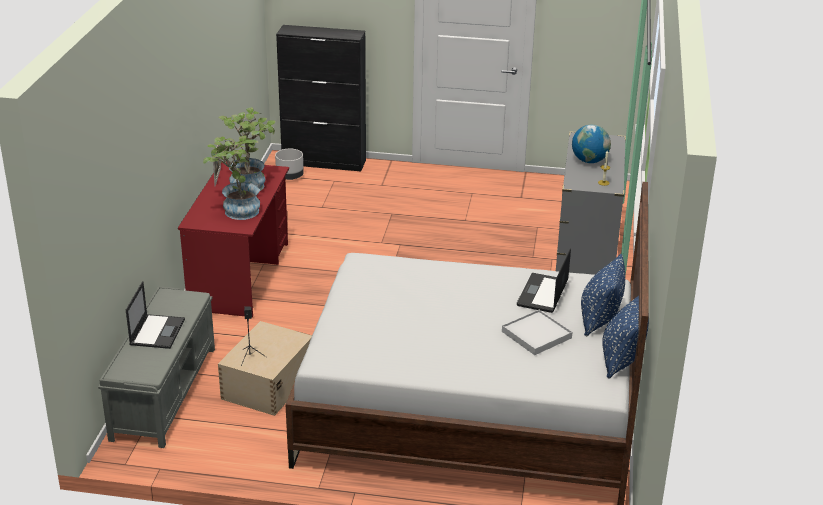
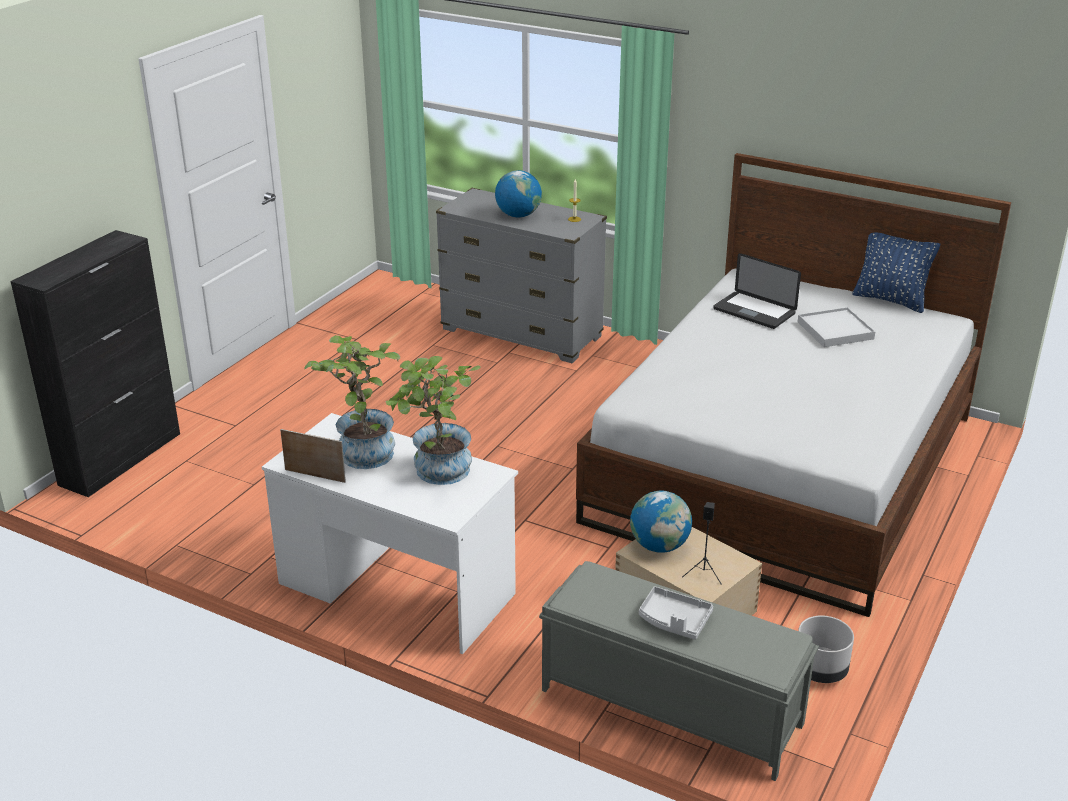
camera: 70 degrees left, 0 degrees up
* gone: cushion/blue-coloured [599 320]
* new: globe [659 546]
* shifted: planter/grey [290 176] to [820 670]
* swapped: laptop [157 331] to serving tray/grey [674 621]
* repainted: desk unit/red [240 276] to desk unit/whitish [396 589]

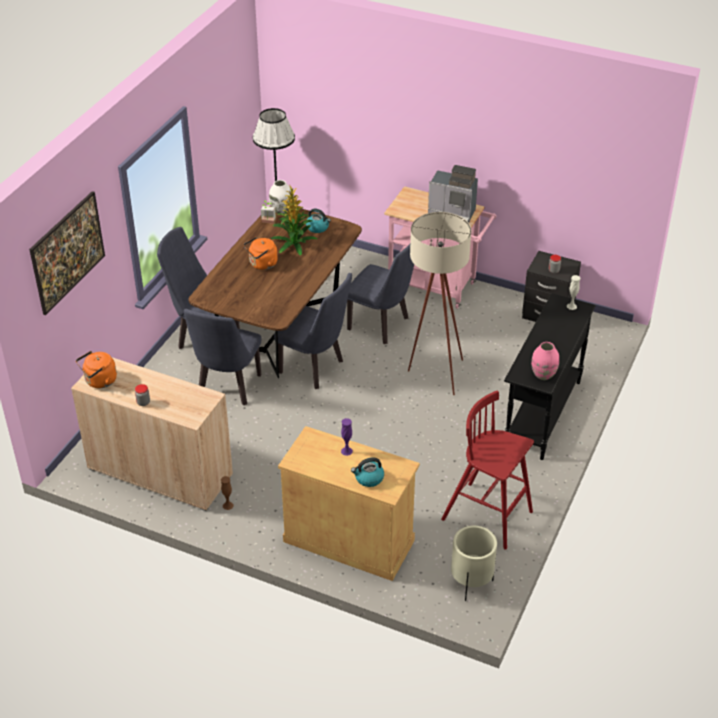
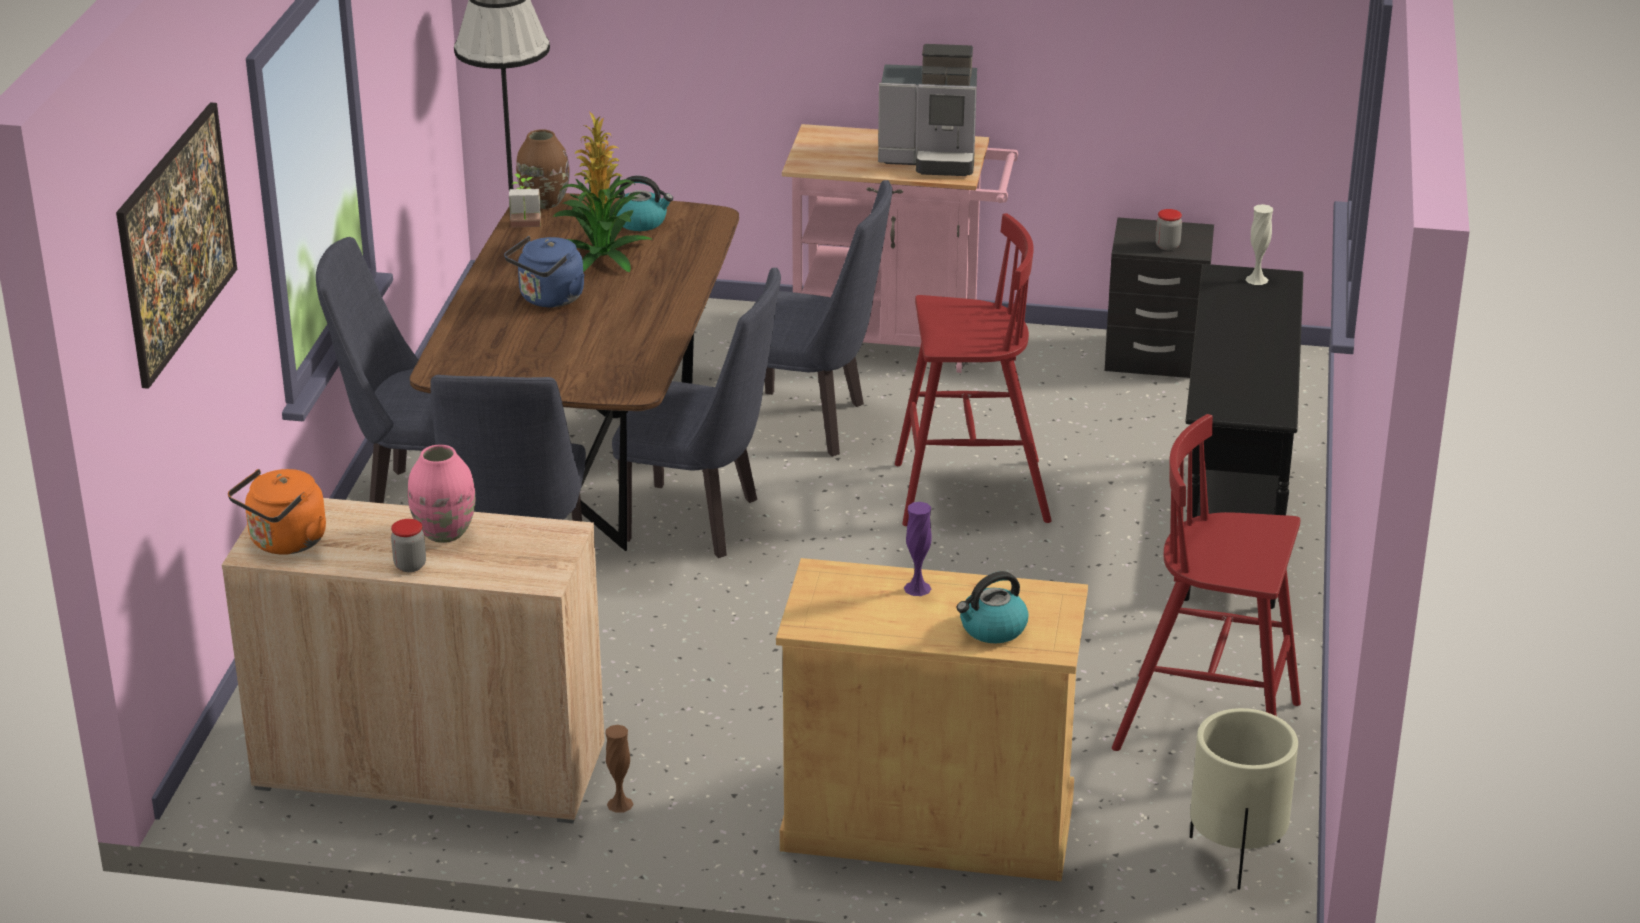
camera: 15 degrees left, 10 degrees down
* shifted: decorative vase/pinkish [543 375] to [445 533]
* swapped: floor lamp/sand-coloured [434 374] to sitting stool/red [967 493]
* repainted: tea kettle/orange-coloured [262 264] to tea kettle/blue-coloured [549 299]
* repainted: decorative vase/whitish [281 210] to decorative vase/brown [544 202]

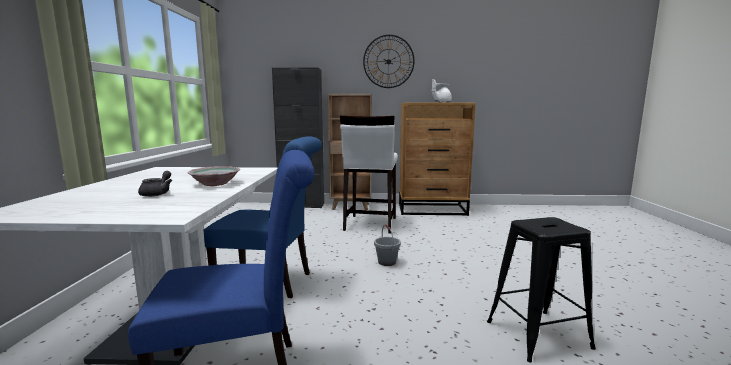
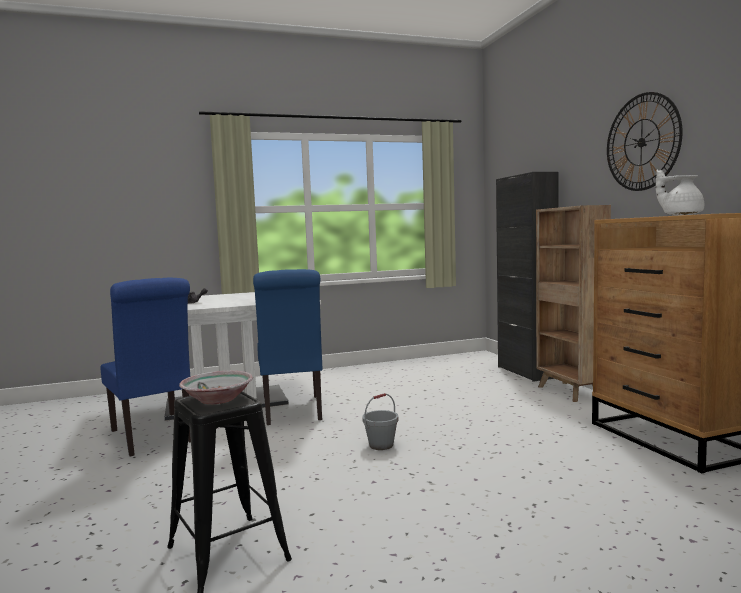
camera: 70 degrees right, 5 degrees down
* gone: sitting stool/whitish [370 224]
* shifted: serving bowl [215 183] to [218 399]

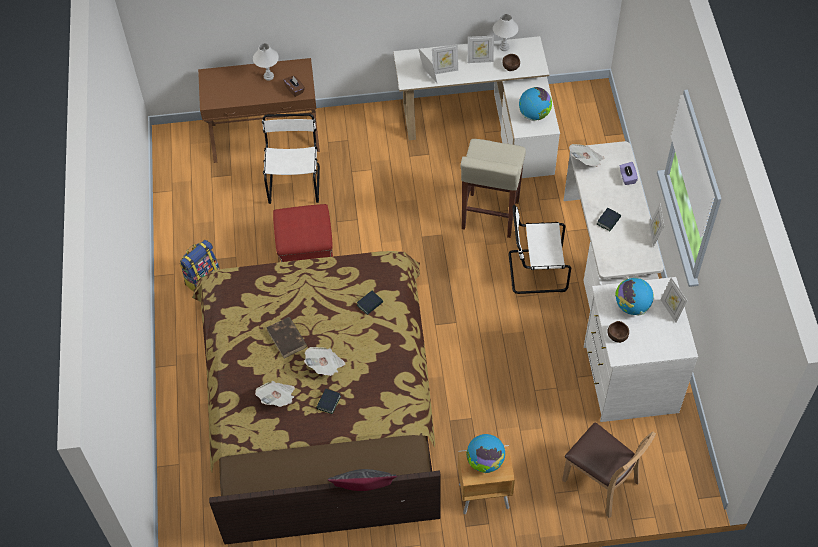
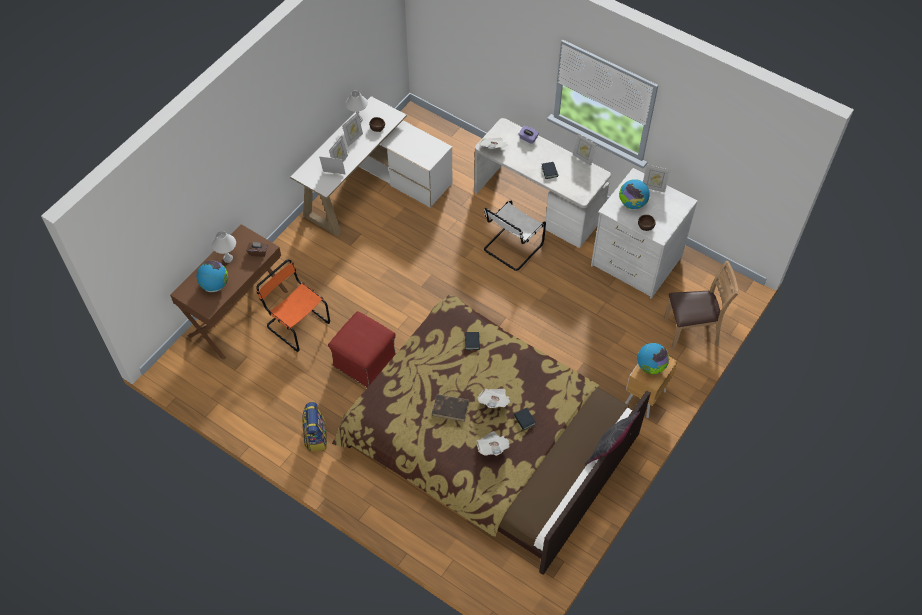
camera: 50 degrees left, 0 degrees up
* gone: sitting stool/sand-coloured [490 216]
* shifted: globe [534 114] to [215 285]
* repainted: upright chair/whitish [294 182] to upright chair/orange-coloured [296 324]

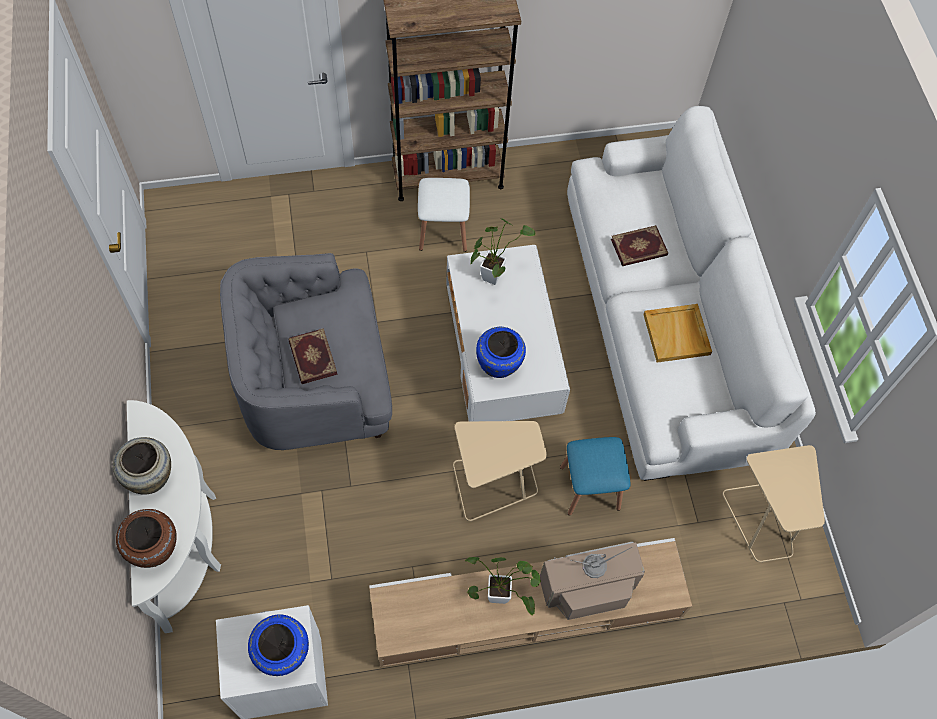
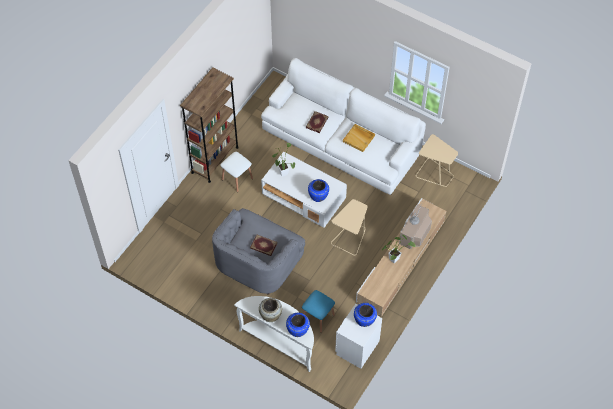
camera: 45 degrees left, 5 degrees down
* shifted: sitting stool/blue-coloured [590 487] to [318 317]
* repainted: decorative vase/brown [155 549] to decorative vase/blue-coloured [298 330]

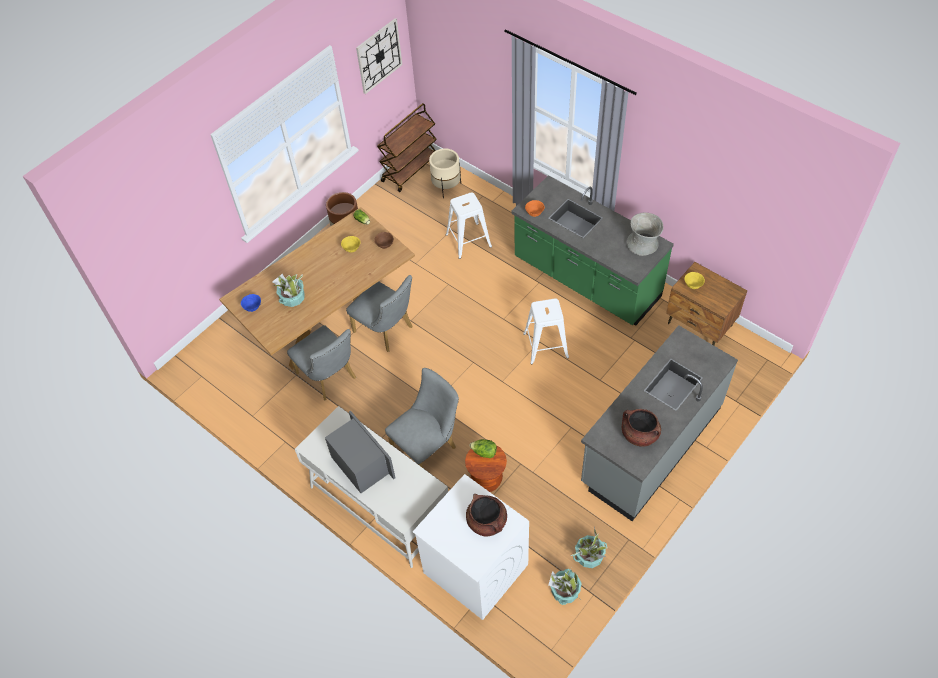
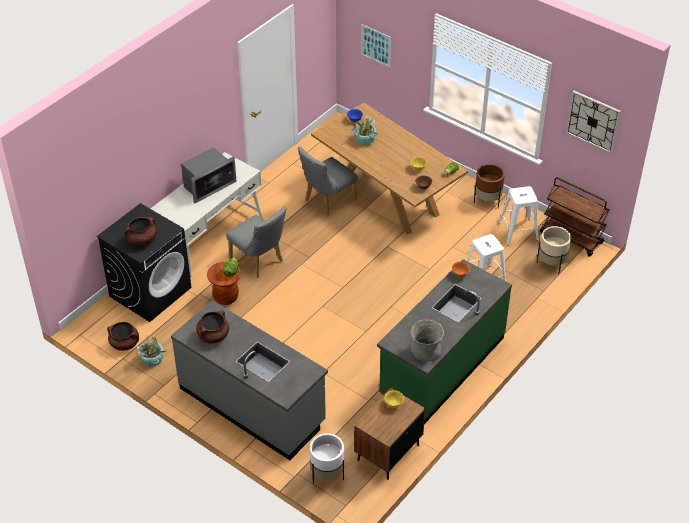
camera: 85 degrees right, 10 degrees down
* gone: upright chair/grey [387 331]
* new: planter/whitish [327 474]
* new: wall picture [375 45]
* shifted: sitting stool/whitish [545 345] to [518 231]
* swapped: plant in a pot [565 591] to cooking pot/brown [125 344]
* repainted: washing machine/whitish [475 568] to washing machine/black [150 291]

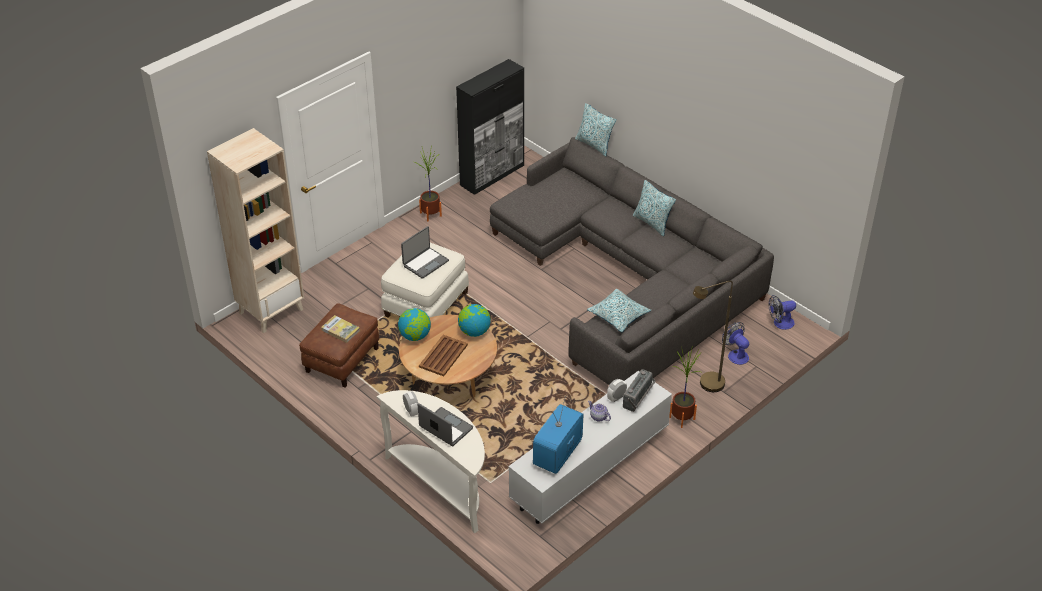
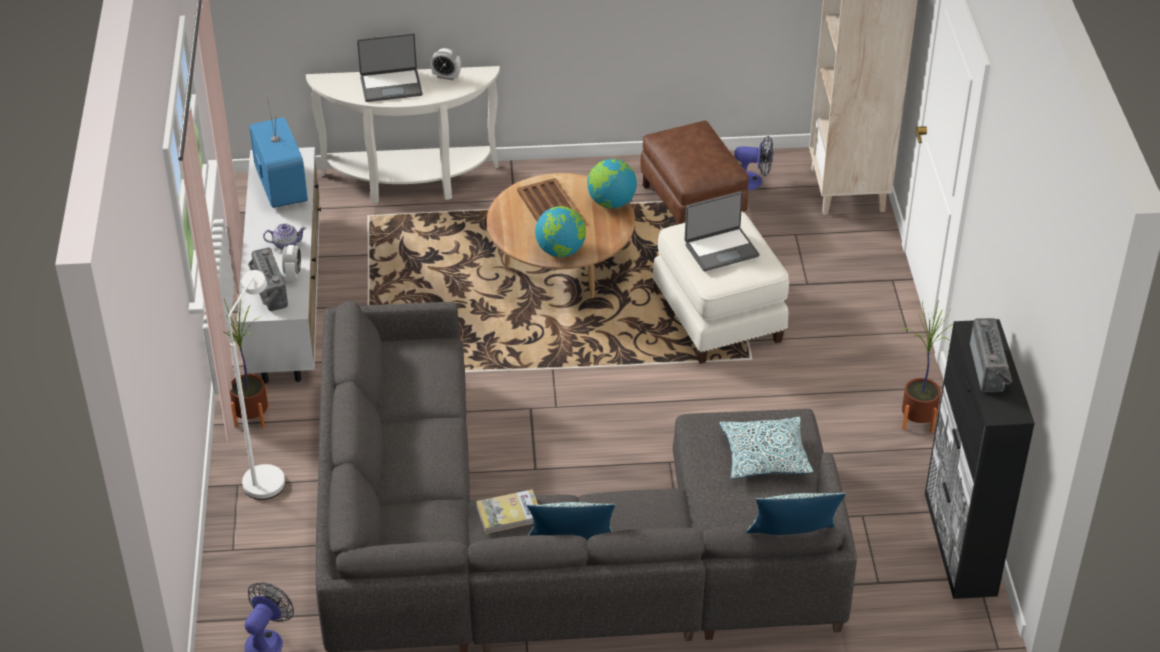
camera: 130 degrees right, 0 degrees up
* new: radio [990 368]
* shifted: book [340 330] to [509 514]
* shifted: cushion [618 315] to [765 456]
* shifted: electric fan [735 354] to [752 181]
* repainted: floor lamp/brown [706 386] to floor lamp/whitish [267 475]
* rotated: laptop [425 263] = [721 249] 105 degrees counterclockwise

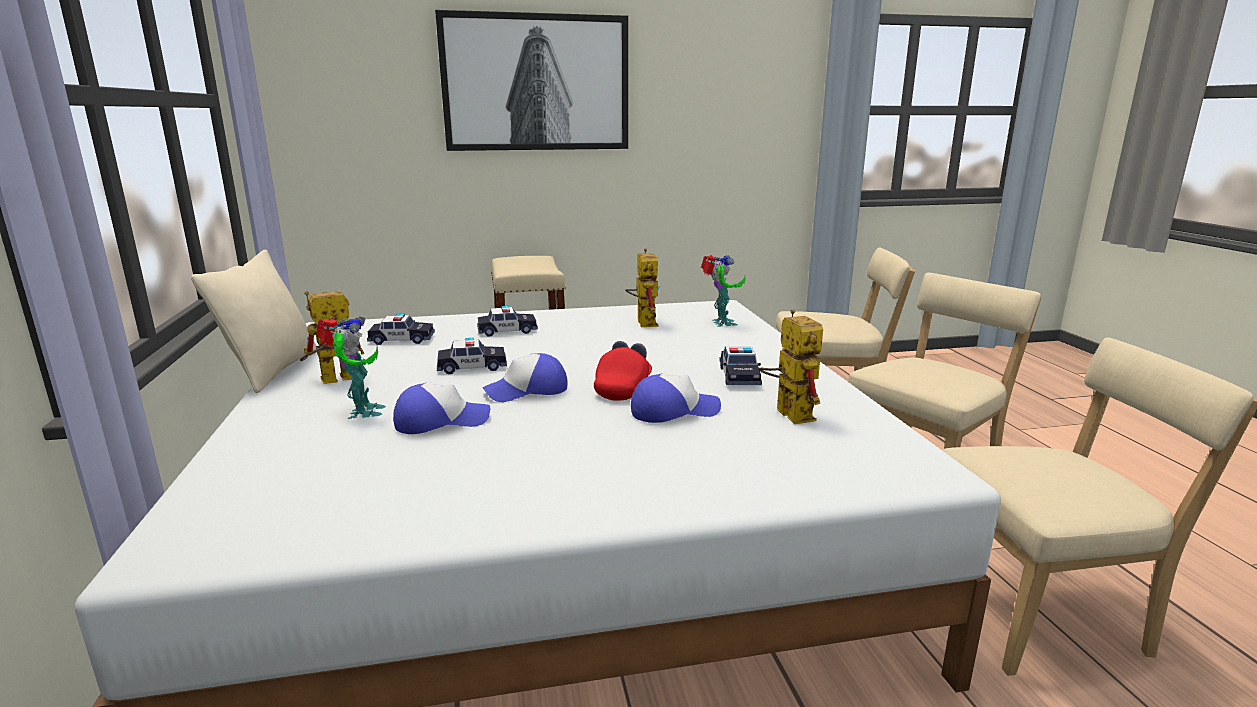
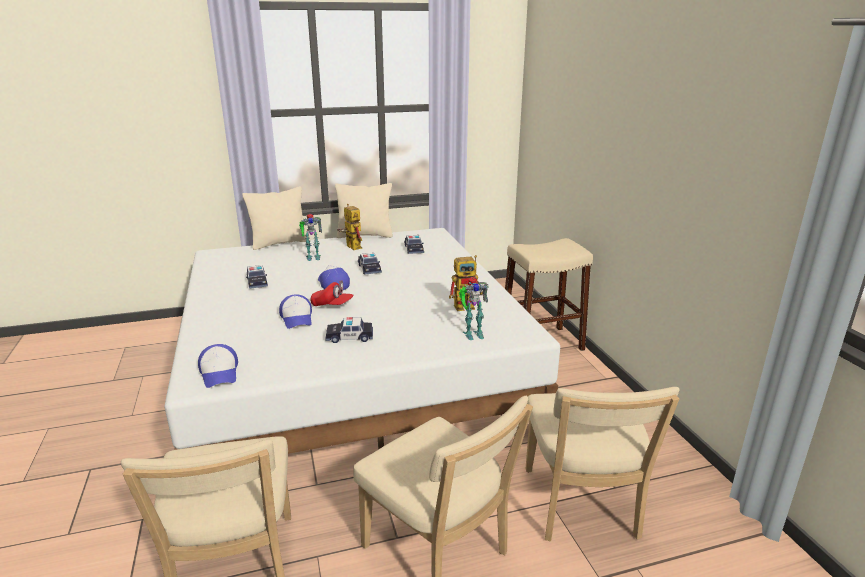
camera: 85 degrees right, 5 degrees up
* gone: wall picture [536 83]
* gone: robot figure [787 412]
* new: cushion/sand-coloured [280 243]
* shifted: cap [441 421] to [220 372]
* shifted: miniature car [507 331] to [257 282]

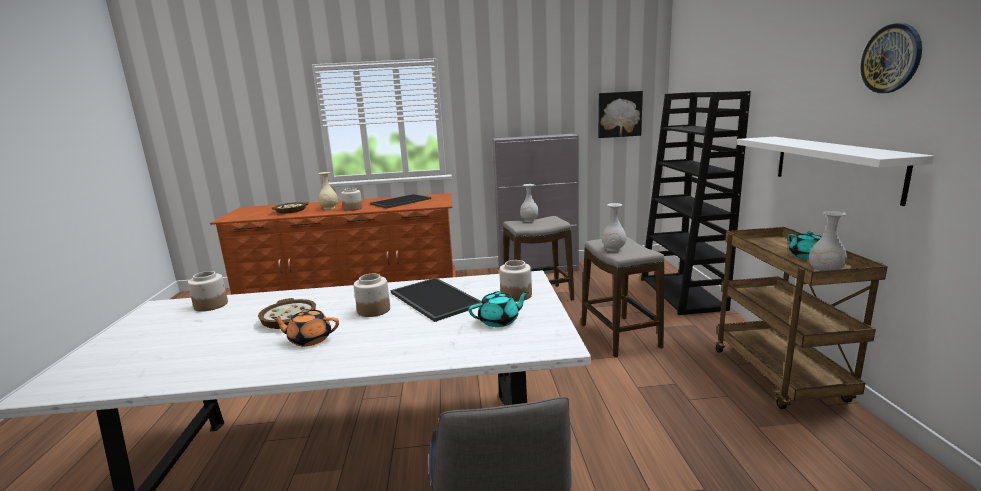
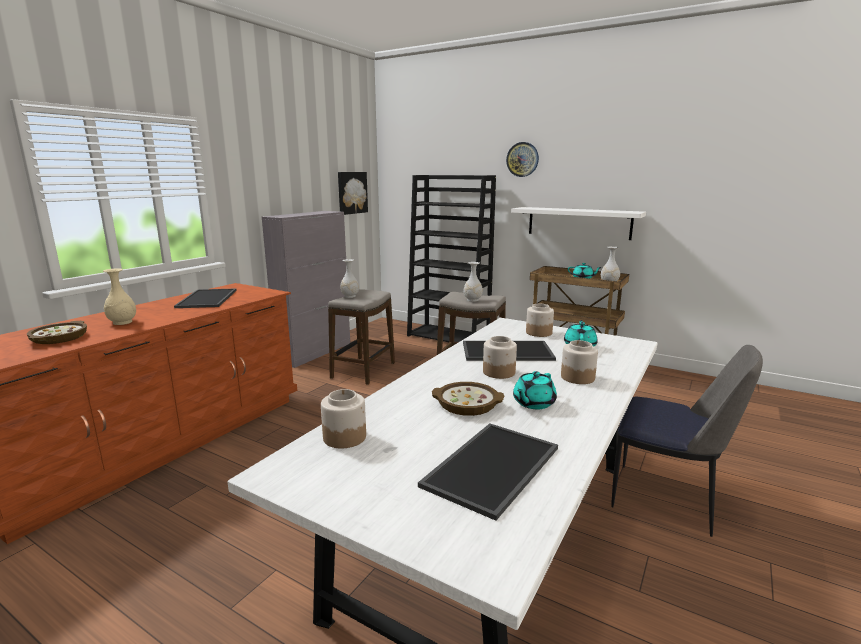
camera: 55 degrees left, 0 degrees up
* new: serving tray [493 468]
* shifted: preserve jar [353 208] to [577 377]
* shifted: clock on the wall [891 58] to [522 159]
* repainted: pot for tea/orange-coloured [309 339] to pot for tea/turquoise-coloured [533 403]

